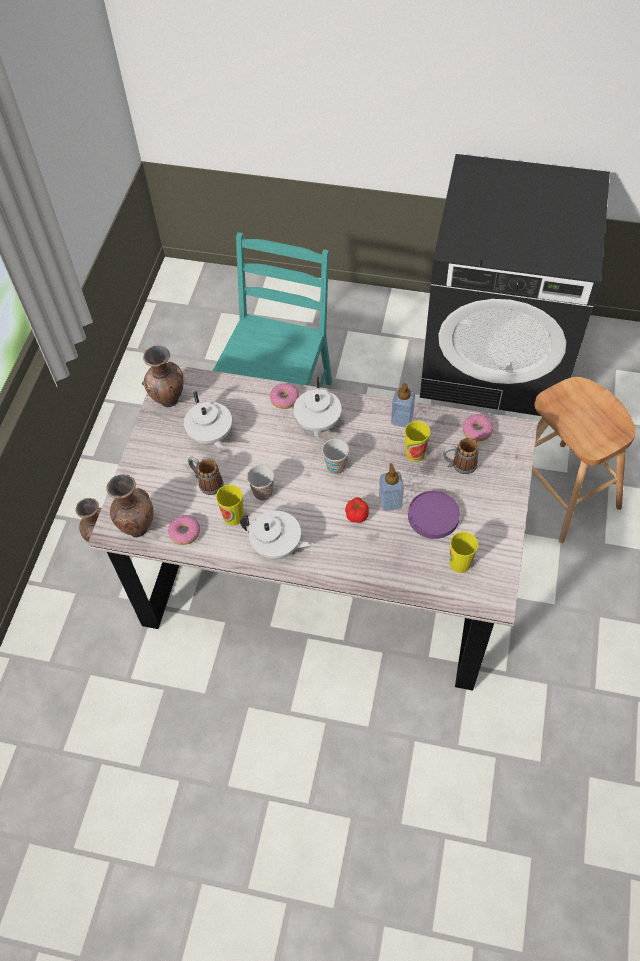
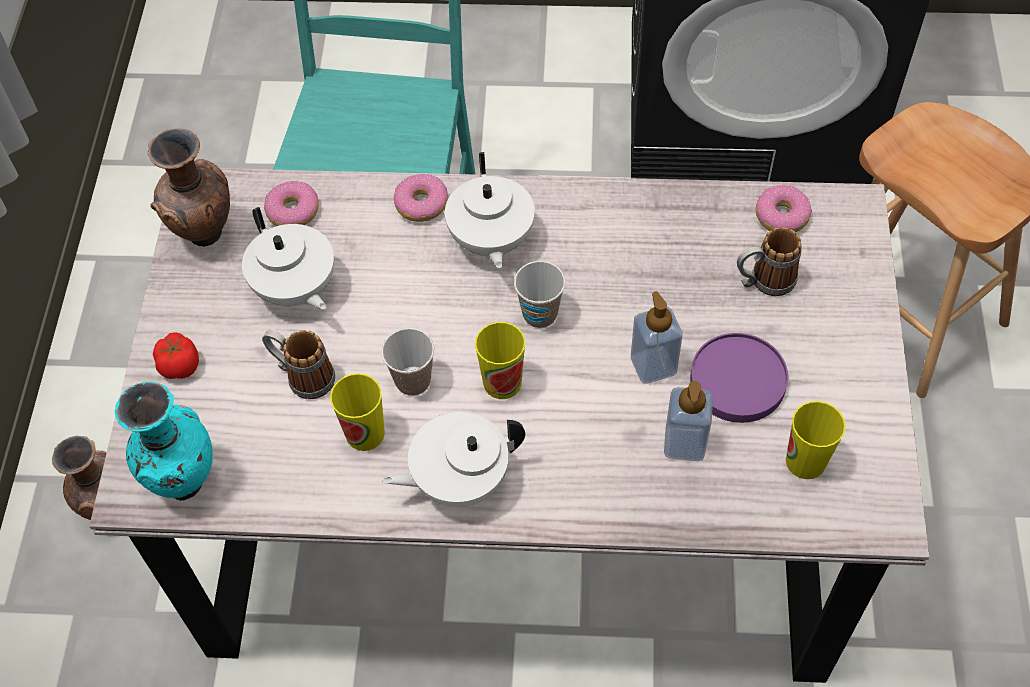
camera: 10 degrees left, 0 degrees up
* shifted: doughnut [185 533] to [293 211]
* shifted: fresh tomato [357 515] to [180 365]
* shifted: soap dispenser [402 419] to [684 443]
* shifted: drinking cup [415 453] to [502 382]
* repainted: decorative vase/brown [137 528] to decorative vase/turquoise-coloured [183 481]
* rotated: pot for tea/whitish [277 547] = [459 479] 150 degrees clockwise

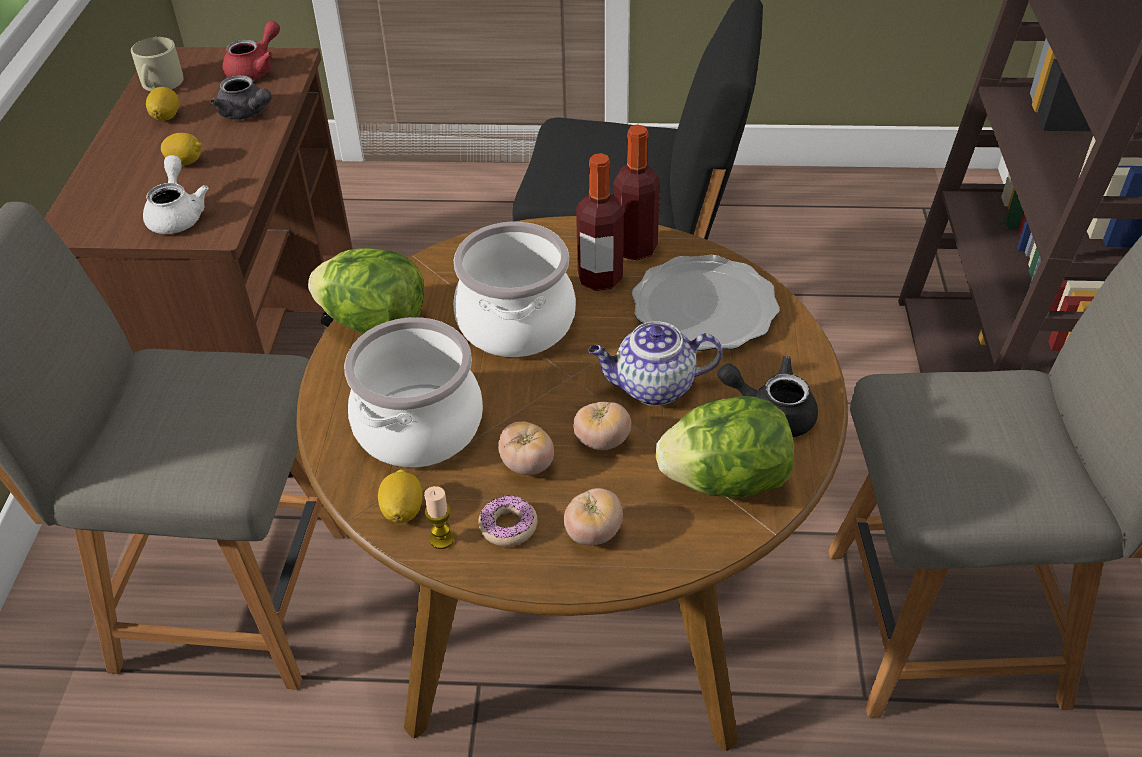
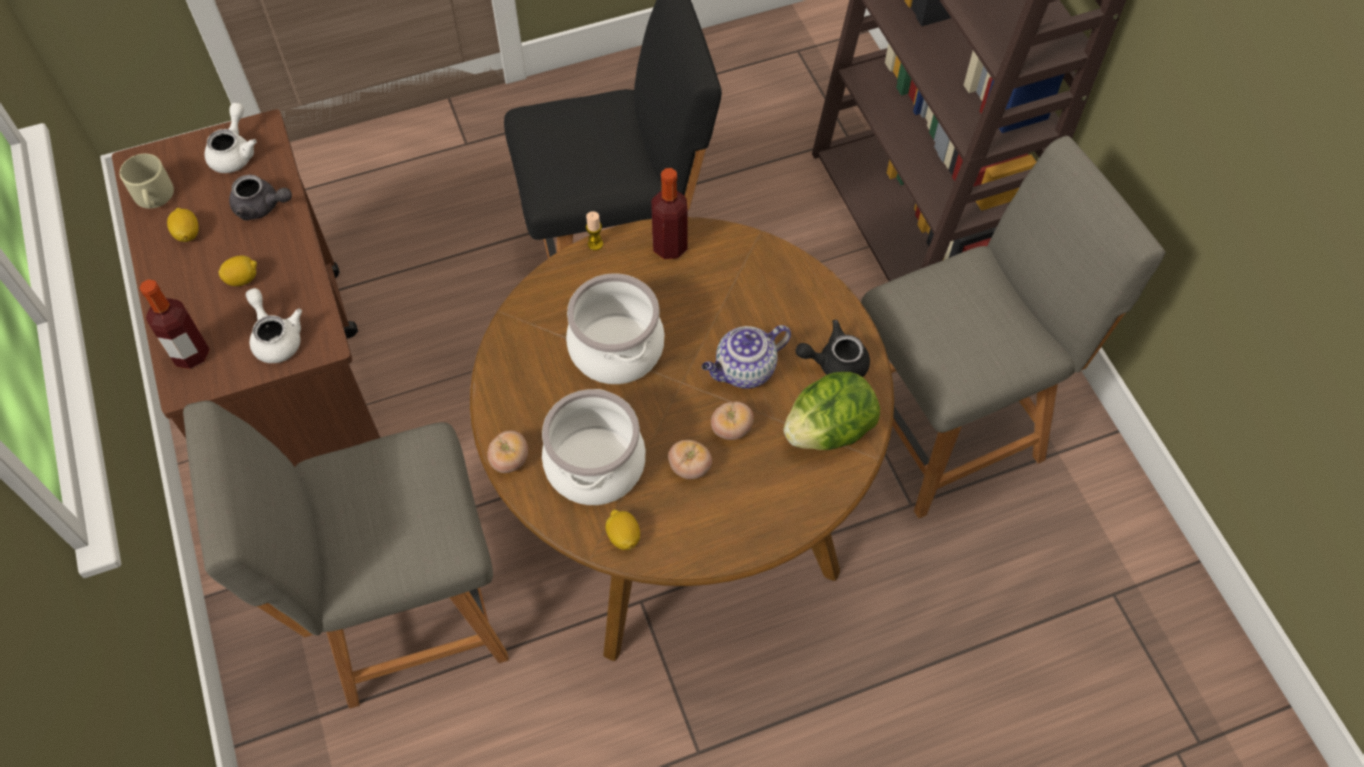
camera: 25 degrees left, 15 degrees up
* gone: lettuce head [375 323]
* gone: doughnut [508 526]
* gone: plate [704 309]
* shifted: wax candle [442 539] to [595 244]
* shifted: fresh tomato [593 533] to [509 460]
* shifted: bottle [600 278] to [191 354]
* repainted: pot for tea/red [255 69] to pot for tea/whitish [235 152]

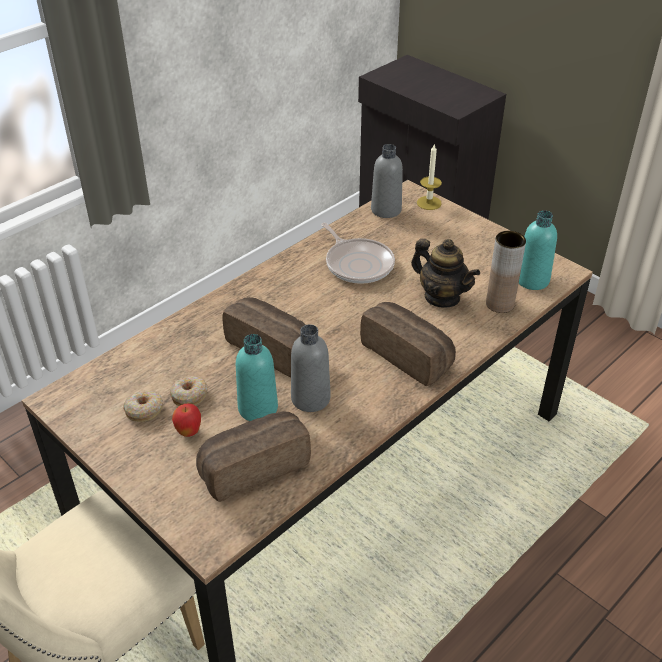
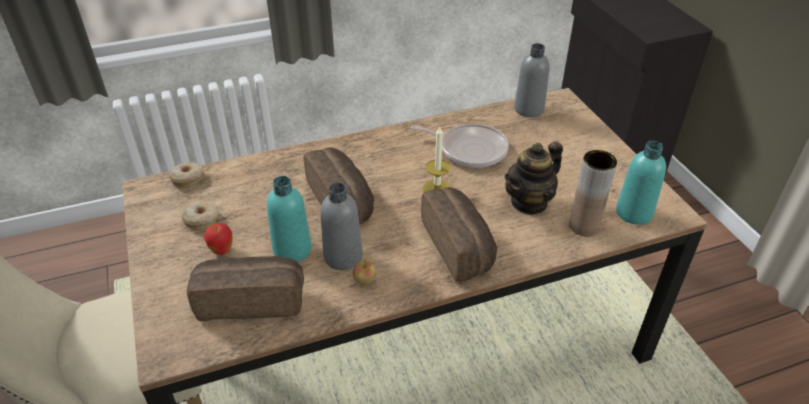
camera: 25 degrees right, 0 degrees up
* new: apple fruit [364 280]
* shifted: doughnut [189 396] to [188 178]
* shifted: wax candle [429 203] to [437 189]
* rotated: skillet [357 264] = [469 149] 60 degrees counterclockwise
* rotated: pot for tea [442 297] = [529 202] 75 degrees clockwise

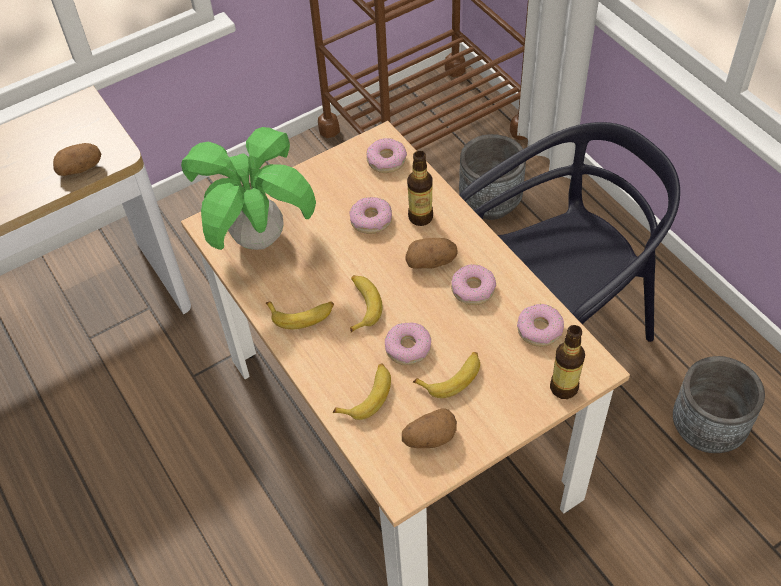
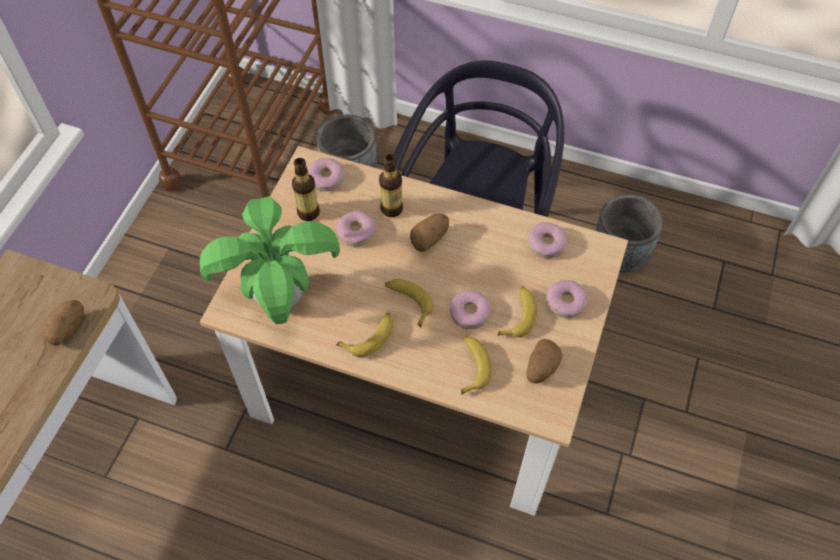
camera: 40 degrees left, 5 degrees up
* shifted: doughnut [472 289] to [565 302]
* shifted: bottle [564 387] to [308 212]

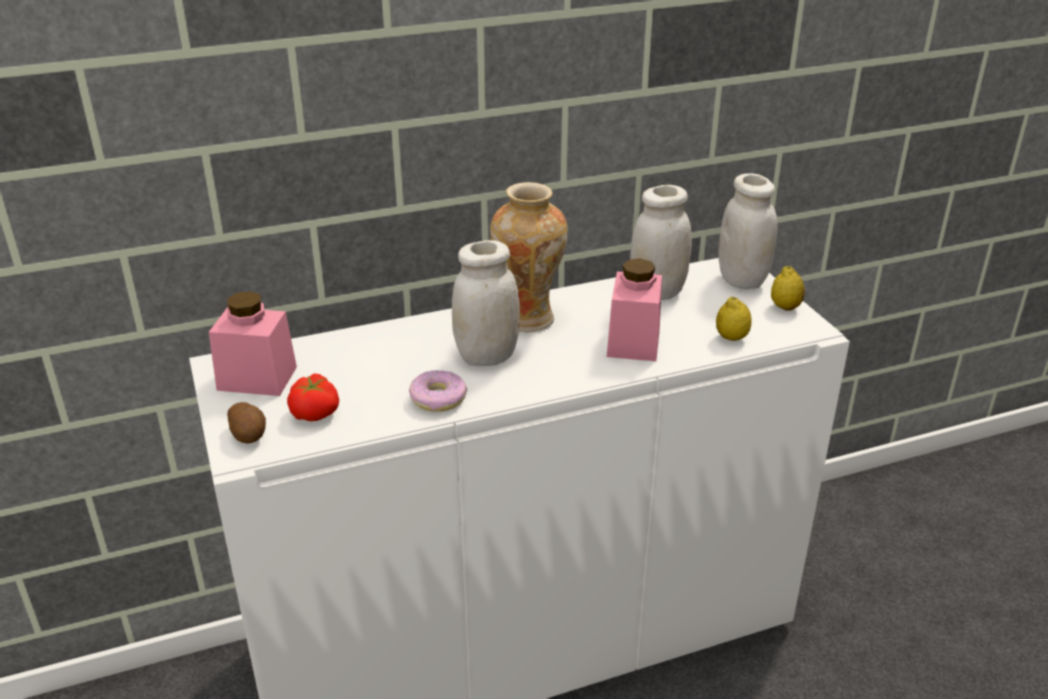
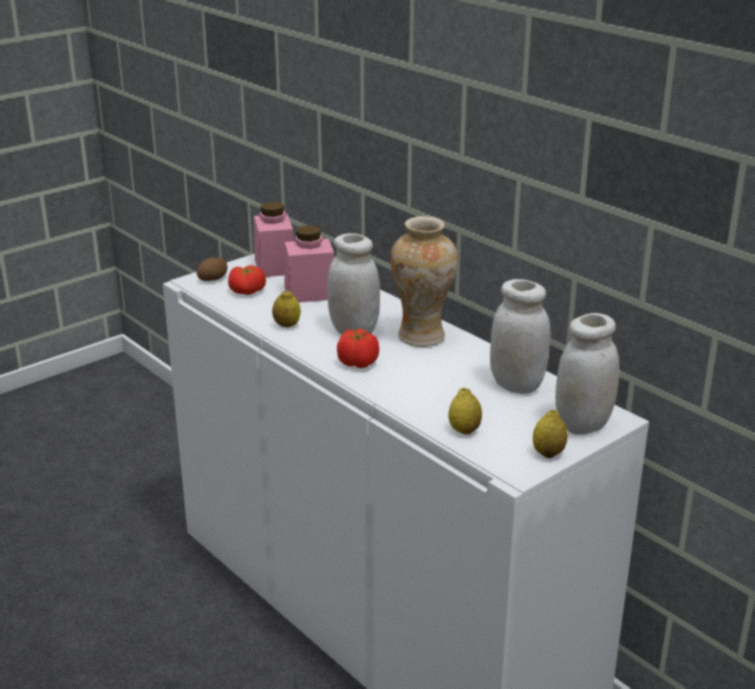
camera: 70 degrees right, 5 degrees down
* new: fresh tomato [358 364]
* shifted: preserve jar/pinkish [633 342] to [310 293]
* swapped: doughnut [438 399] to whole lemon [287 325]

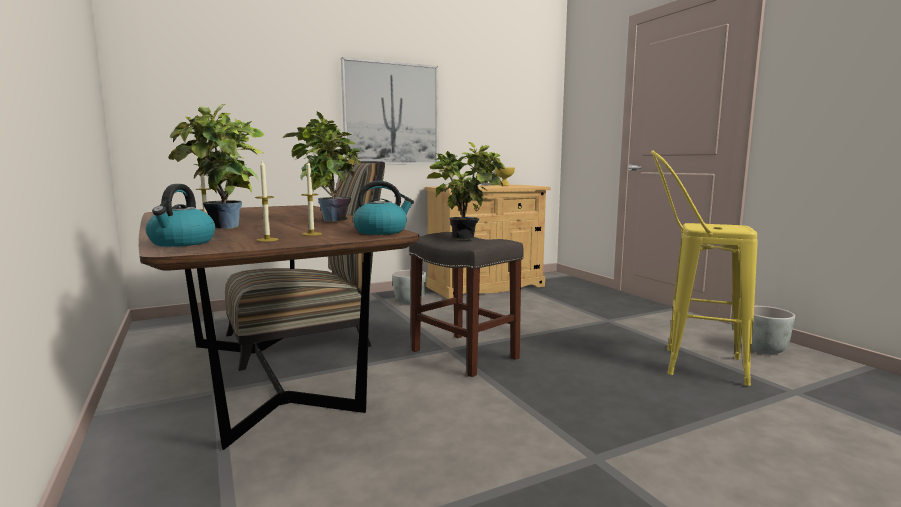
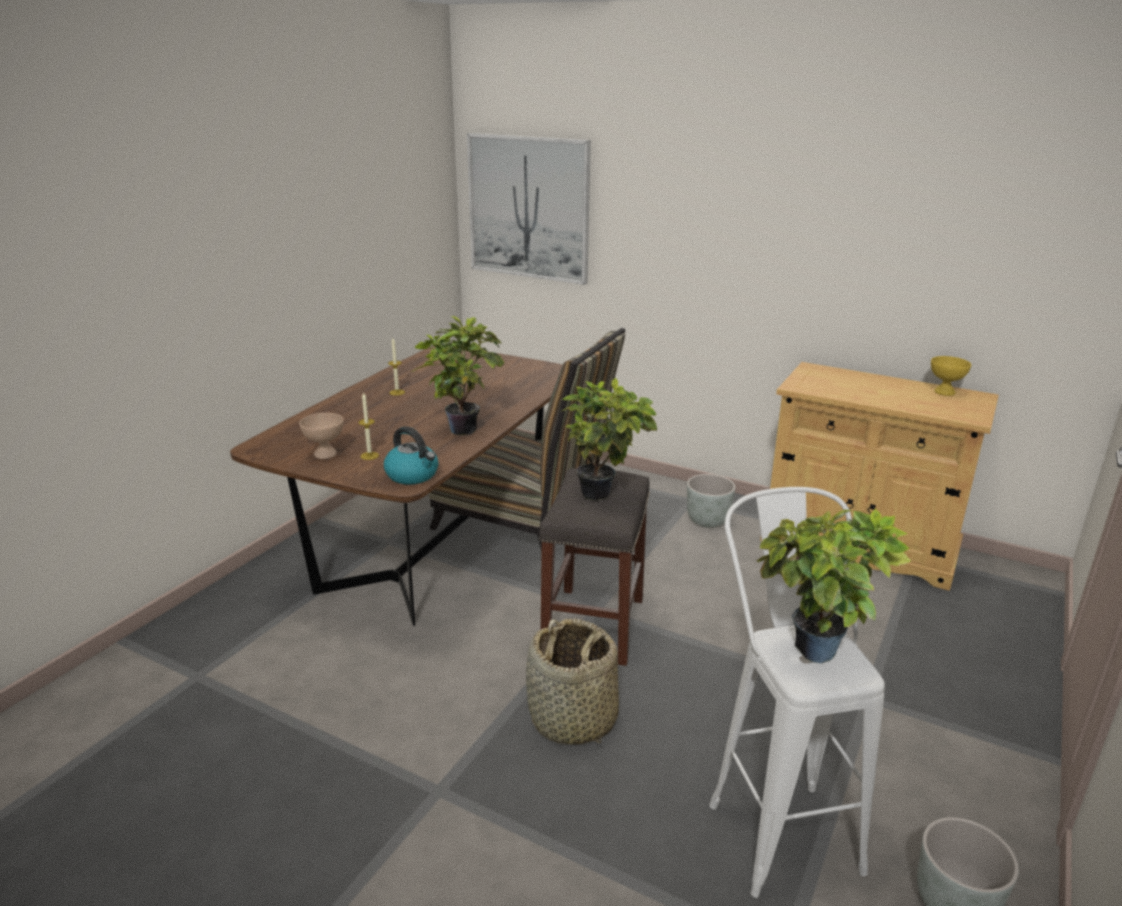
camera: 55 degrees right, 15 degrees up
* gone: tea kettle [182 243]
* new: household basket [573 719]
* shifted: plant in a pot [227 228] to [815 658]
* shifted: wall picture [391 114] to [529 208]
* swapped: wax candle [267 240] to serving bowl/sand-coloured [324 454]
* repainted: sitting stool/yellow [688 364] to sitting stool/whitish [774 819]

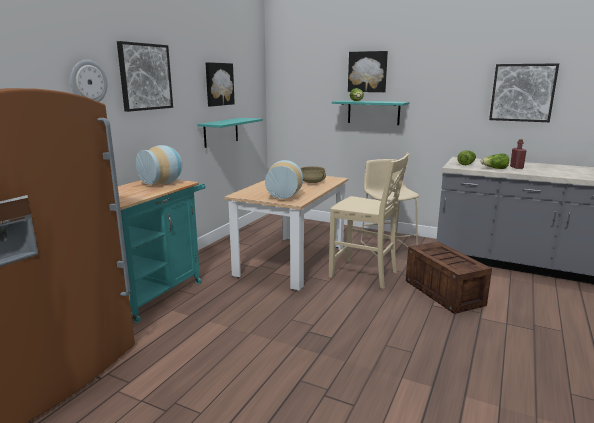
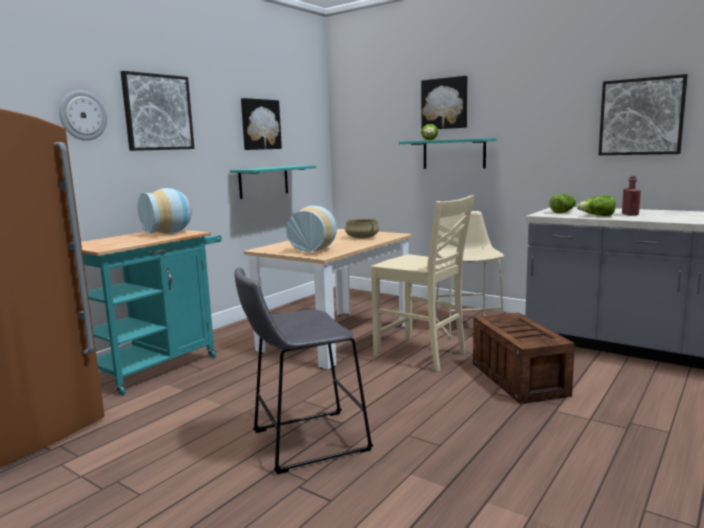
camera: 10 degrees right, 5 degrees down
* new: sitting stool/grey [303 442]

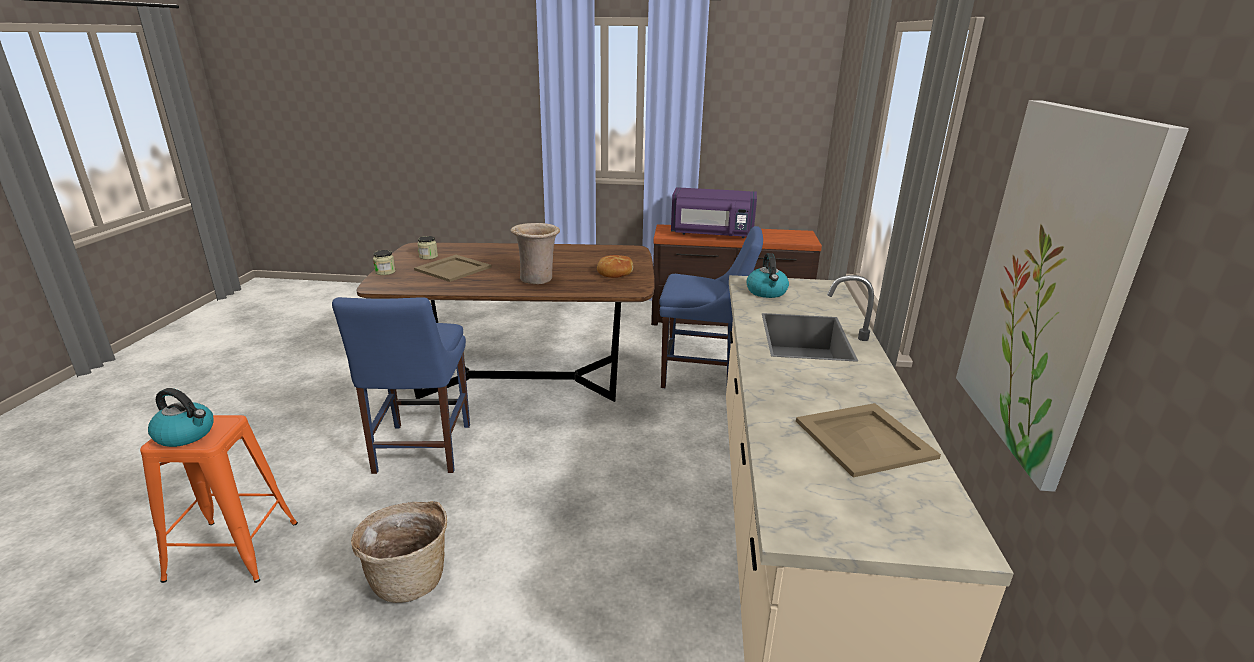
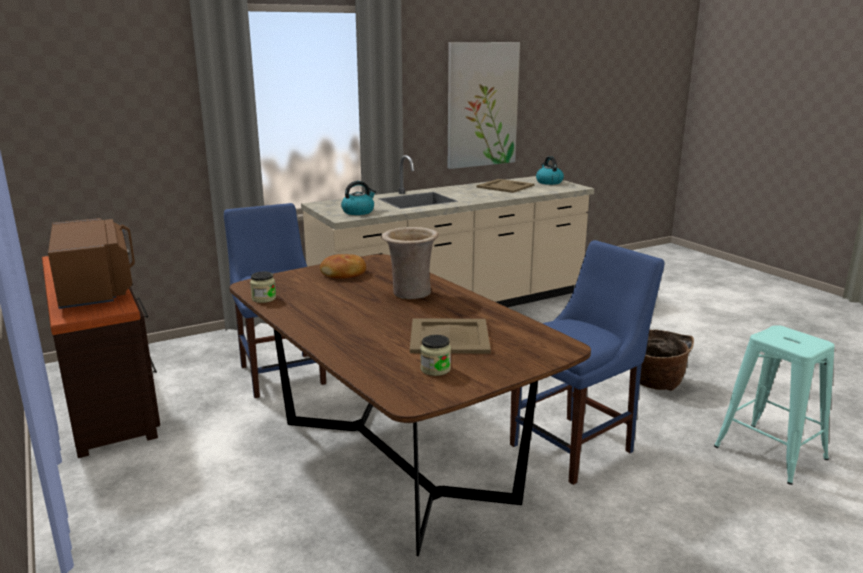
camera: 125 degrees left, 5 degrees down
* shifted: tea kettle [186 434] to [549 182]
* shifted: preserve jar [385 272] to [264 298]
* repainted: sitting stool/orange-coloured [233 551] to sitting stool/turquoise-coloured [770 453]
* repainted: kitchen microwave/purple [711 234] to kitchen microwave/brown [96 289]

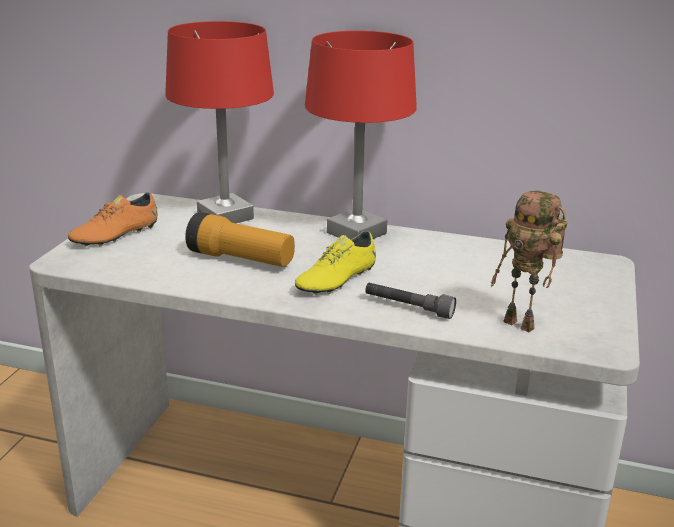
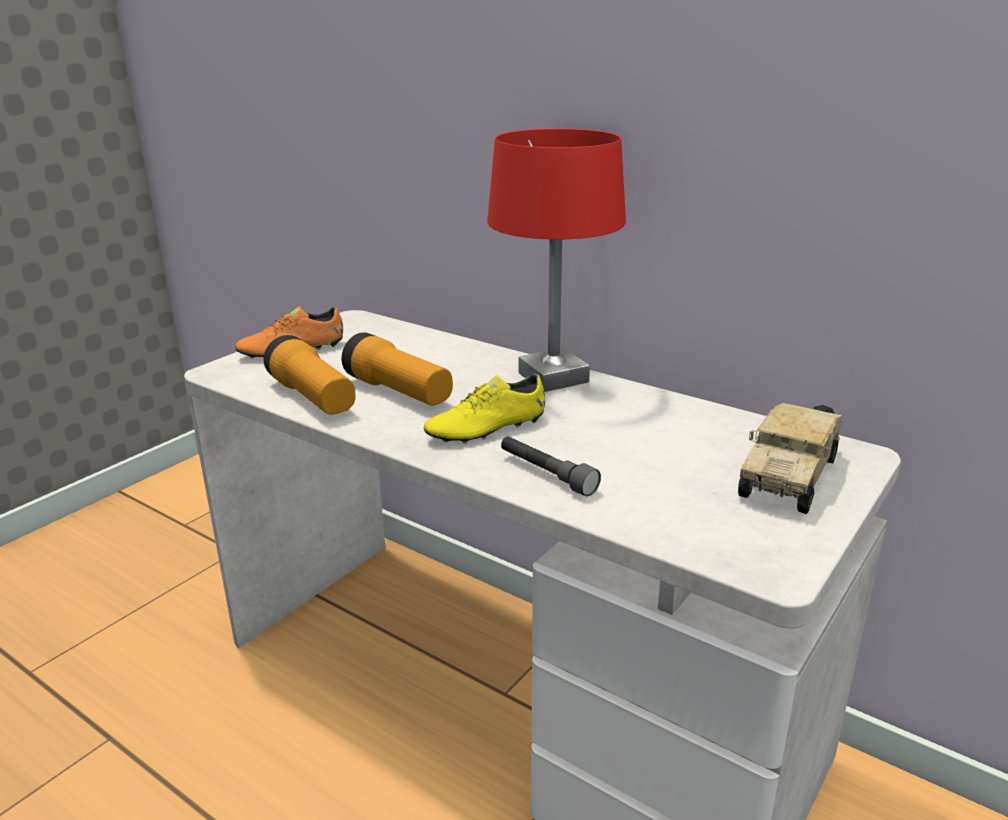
camera: 20 degrees right, 0 degrees up
* gone: table lamp/red [225 216]
* gone: robot figure [522 324]
* new: flashlight [312 397]
* new: toy truck [789 474]

